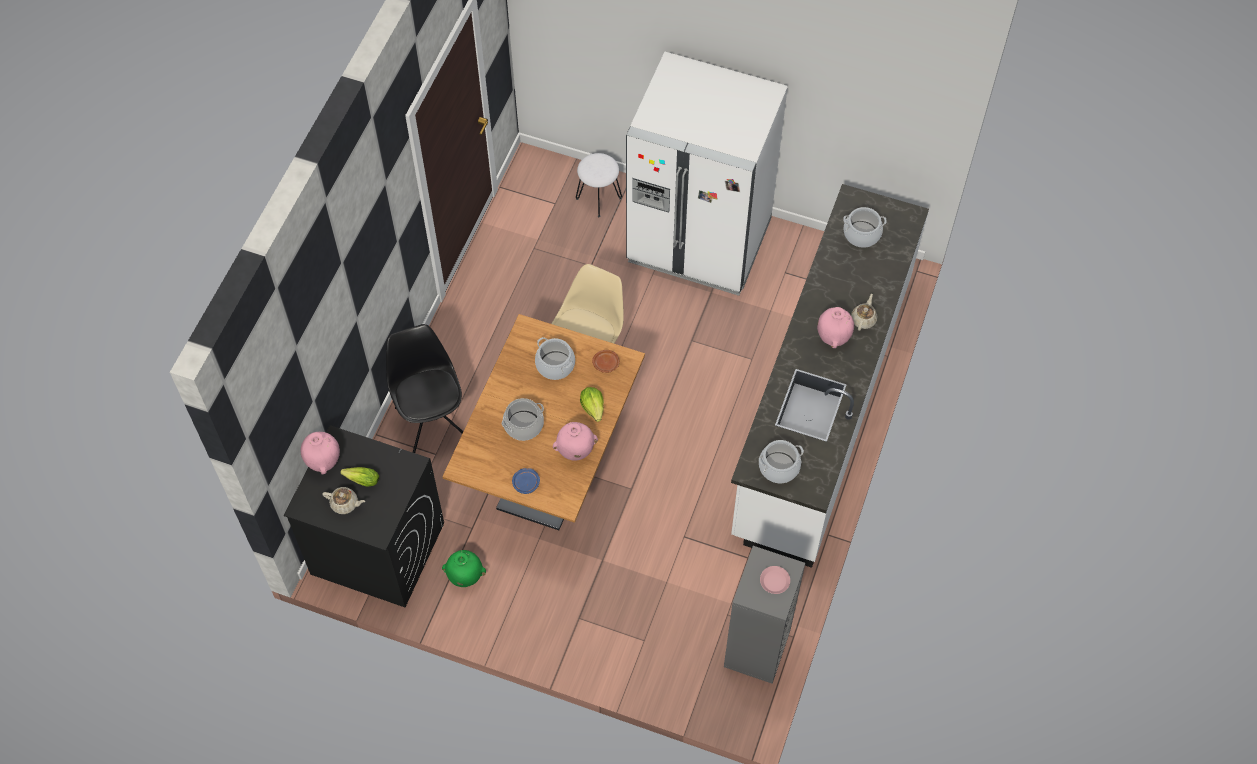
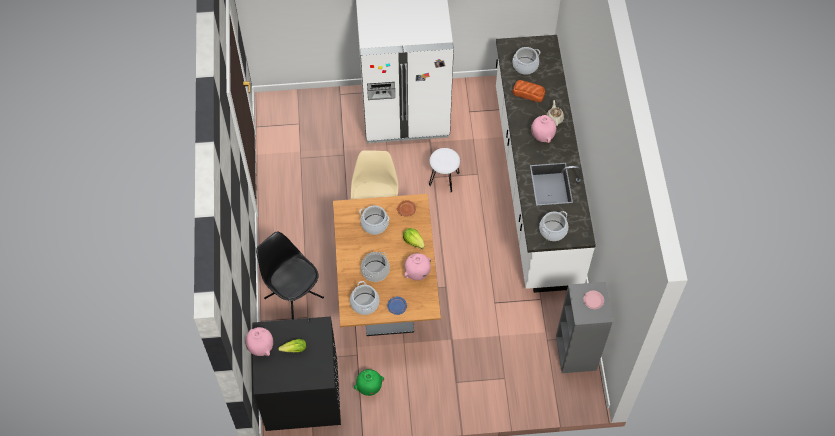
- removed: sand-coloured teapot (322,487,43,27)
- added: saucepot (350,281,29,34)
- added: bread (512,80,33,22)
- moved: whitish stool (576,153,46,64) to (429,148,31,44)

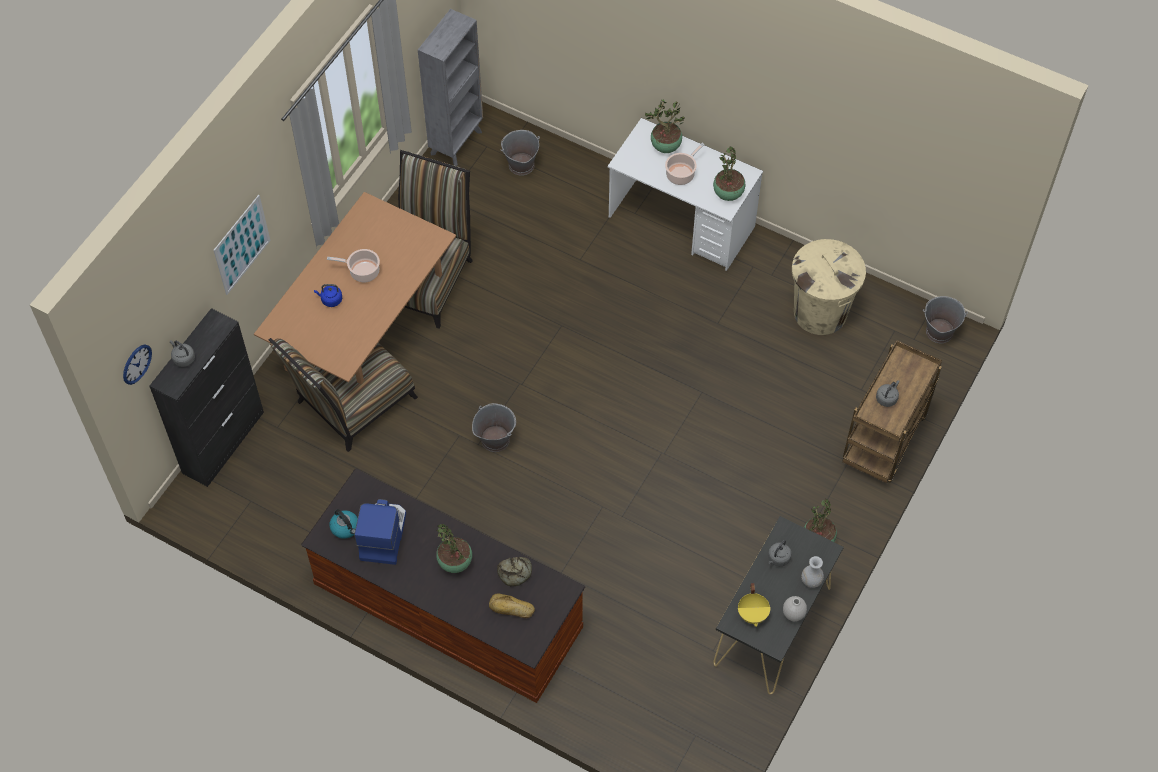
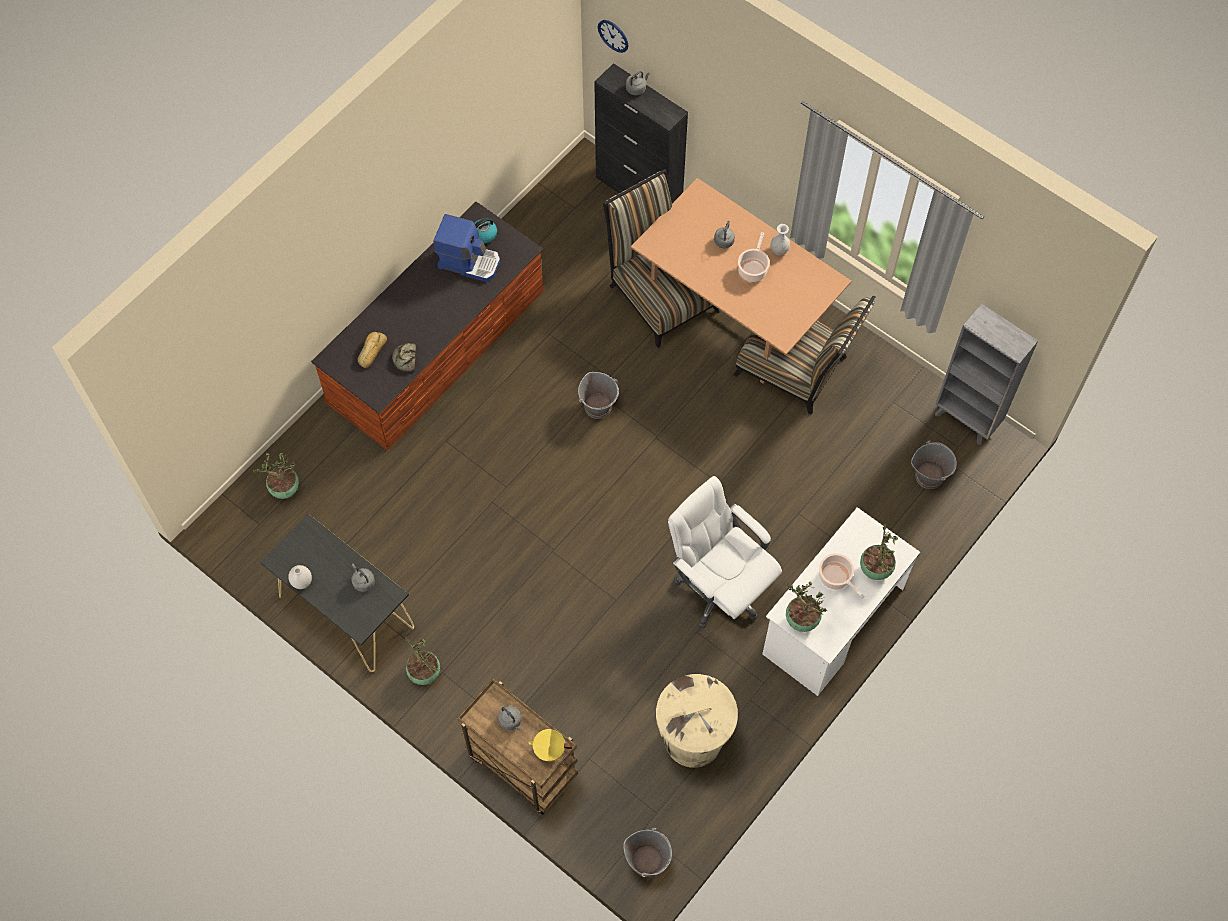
- removed: wall picture (213,195,57,100)
- added: whitish computer chair (668,476,114,152)
- moved: potted plant (436,524,36,49) to (253,453,46,46)
- moved: yellowish saucepot (738,583,32,44) to (528,729,45,32)
- moved: whitish decorative vase (801,556,23,32) to (770,224,20,31)
- recoloured: blue-coloured kettle (314,284,28,23) to grey kettle (714,221,21,27)

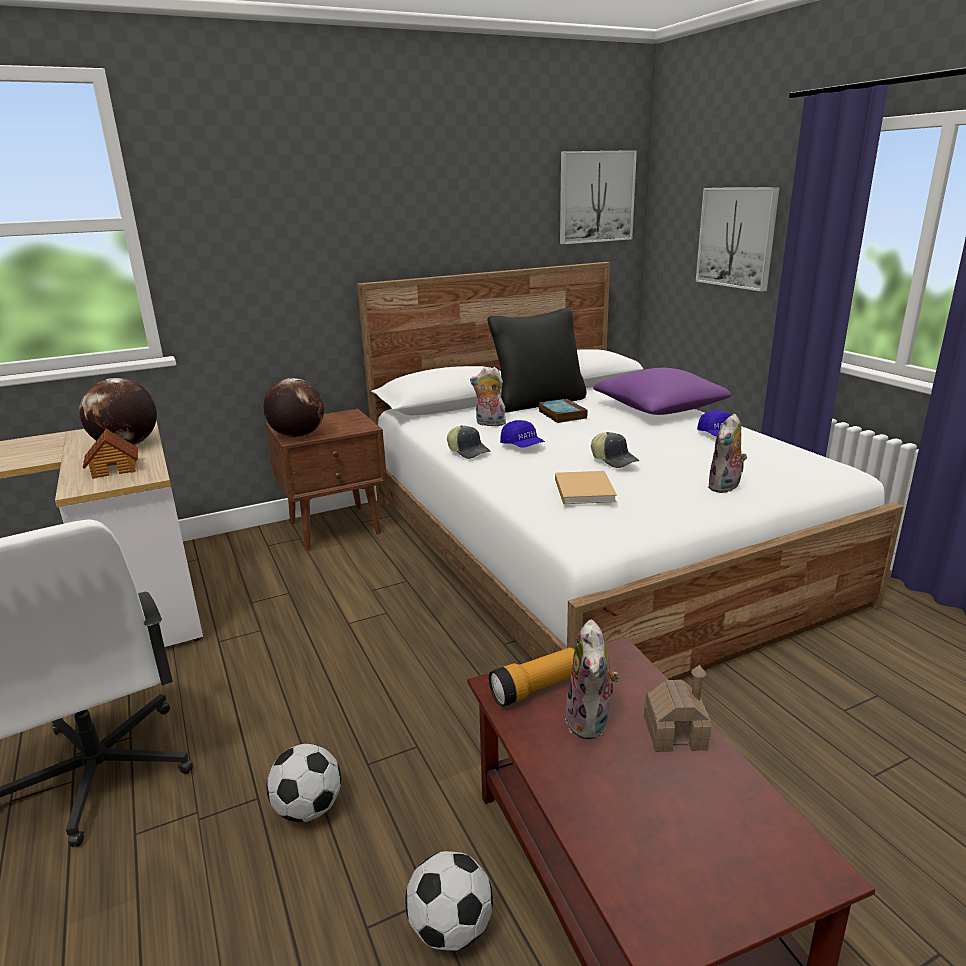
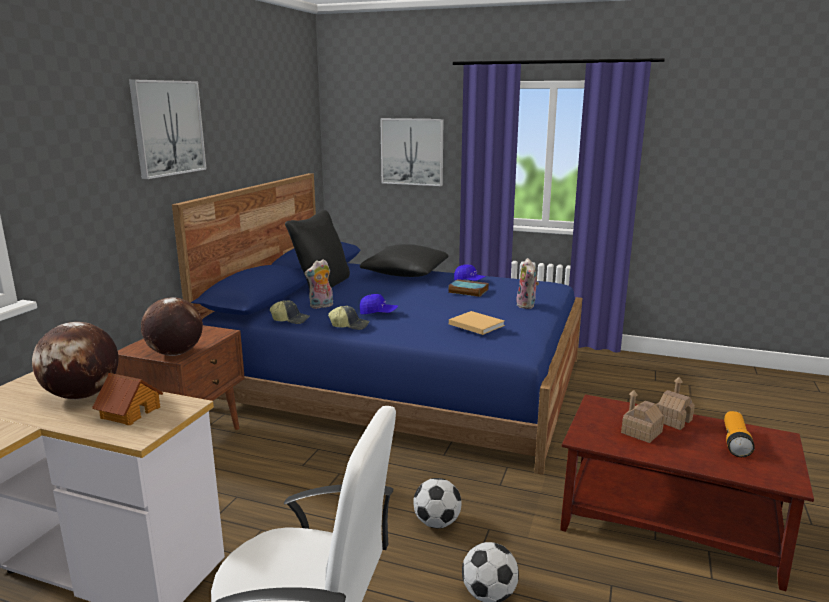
- moved: football ball (406,851,87,100) to (413,478,48,50)
- moved: torch (489,647,85,60) to (724,411,31,46)
- moved: bound book (539,399,49,24) to (448,279,41,18)
- moved: wall picture (560,150,77,94) to (129,80,78,99)
- moved: baseball cap (591,432,48,36) to (270,300,40,24)
- replaced: cuddly toy (565,620,55,120) to toy house (621,390,43,53)
- recoloured: whitish bed (357,262,547,418) to blue-coloured bed (172,173,410,302)
- recoloured: purple cushion (593,368,138,47) to black-coloured cushion (360,244,88,33)

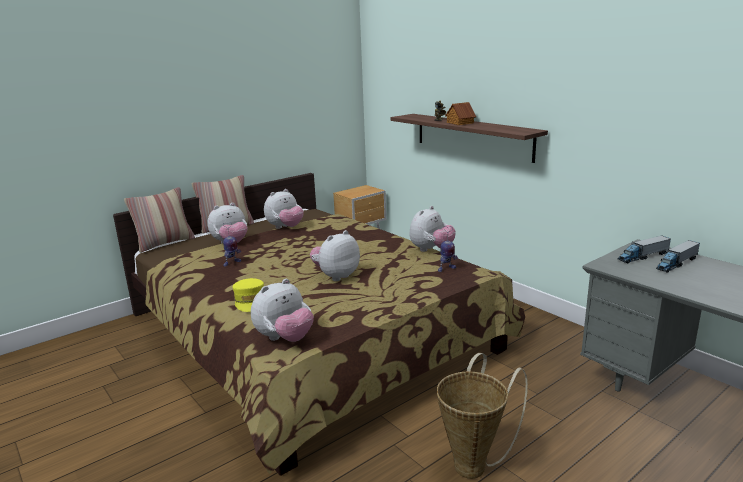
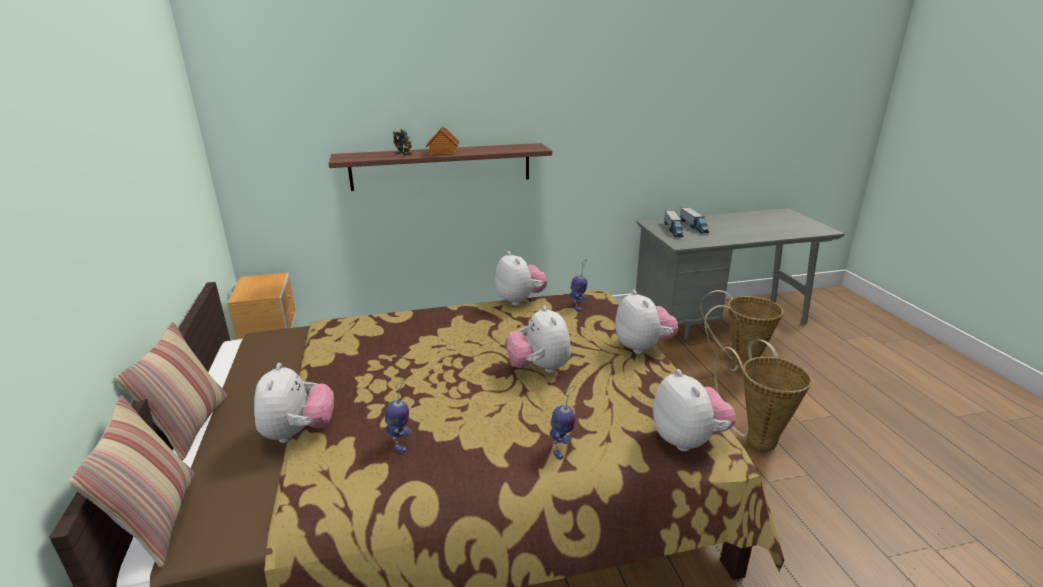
- added: storage basket (700,290,83,83)
- moved: cuddly toy (264,189,40,40) to (615,290,63,64)
- replaced: yellowish baseball cap (232,278,32,34) to model robot (550,386,26,74)

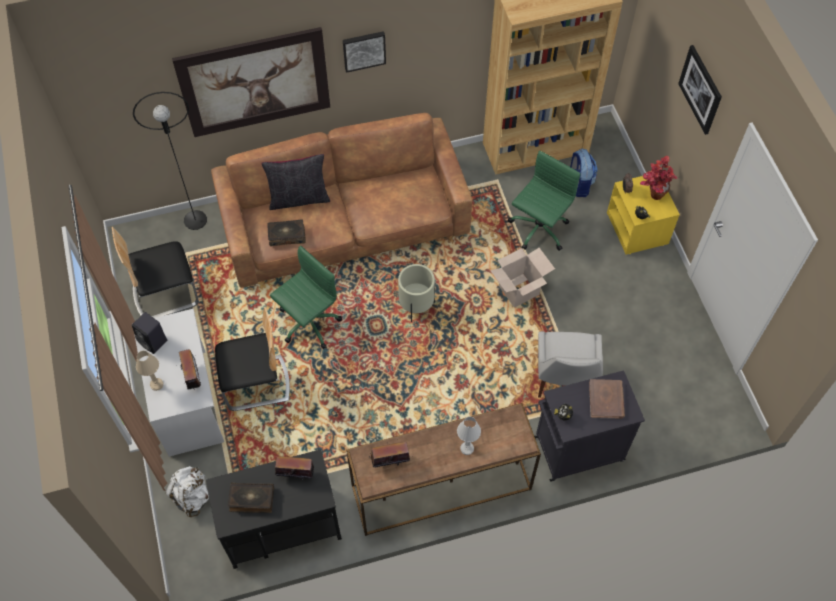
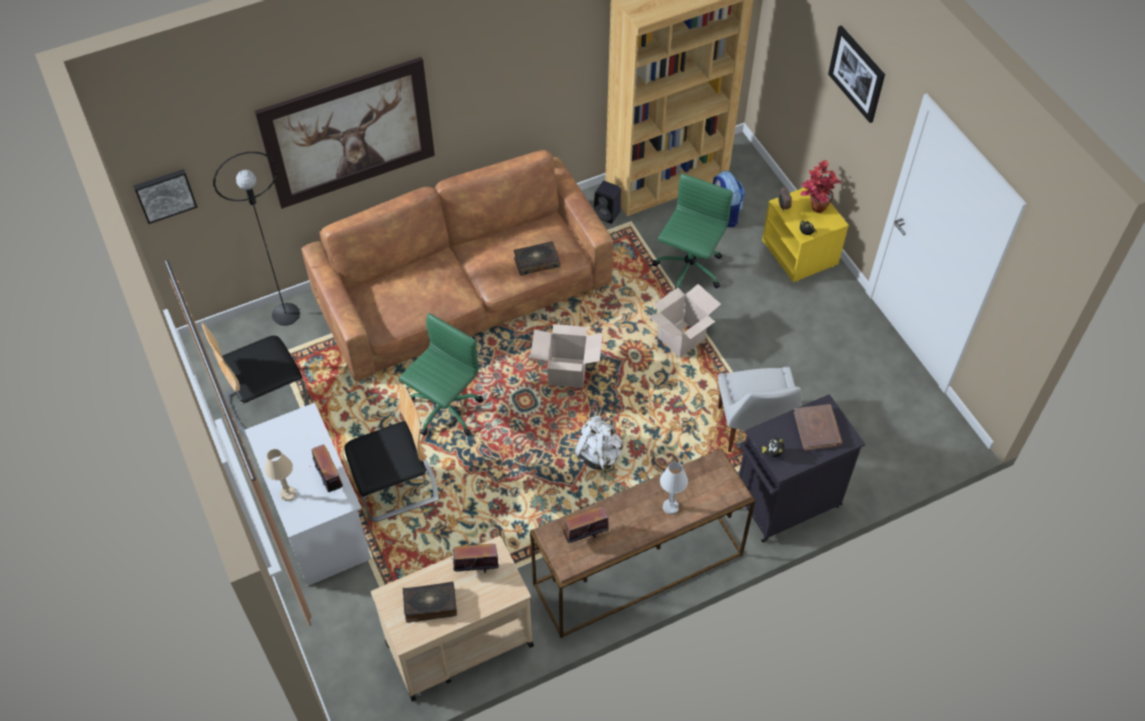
- removed: black-coloured cushion (262,154,68,56)
- moved: black-coloured loudspeaker (132,312,35,42) to (594,181,27,43)
- moved: whitish rucksack (166,466,43,51) to (574,415,49,58)
- moved: bound book (267,220,39,26) to (513,241,48,35)
- moved: wall picture (343,31,43,42) to (133,169,64,55)
- replaced: sand-coloured flower pot (398,264,37,58) to packing box (530,324,73,64)
- recoloured: black-coloured wheeled cart (206,450,136,119) to sand-coloured wheeled cart (371,536,163,166)

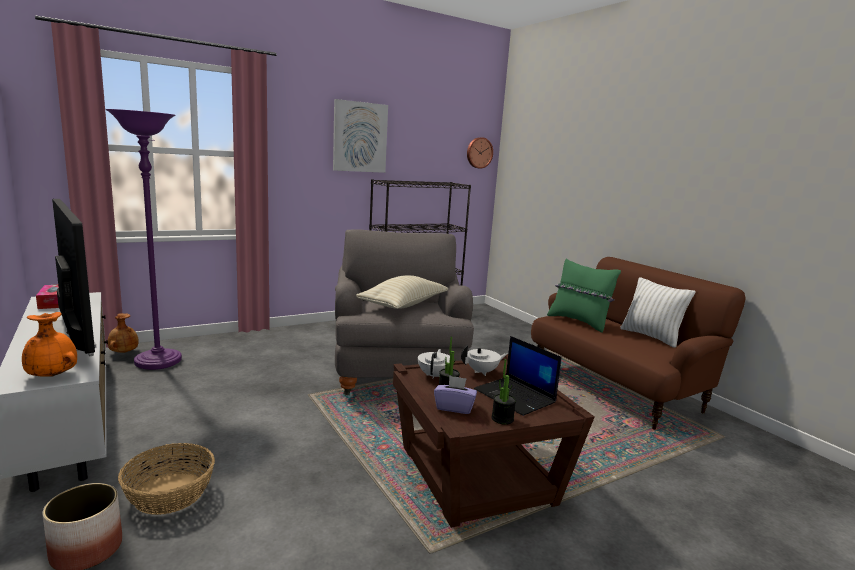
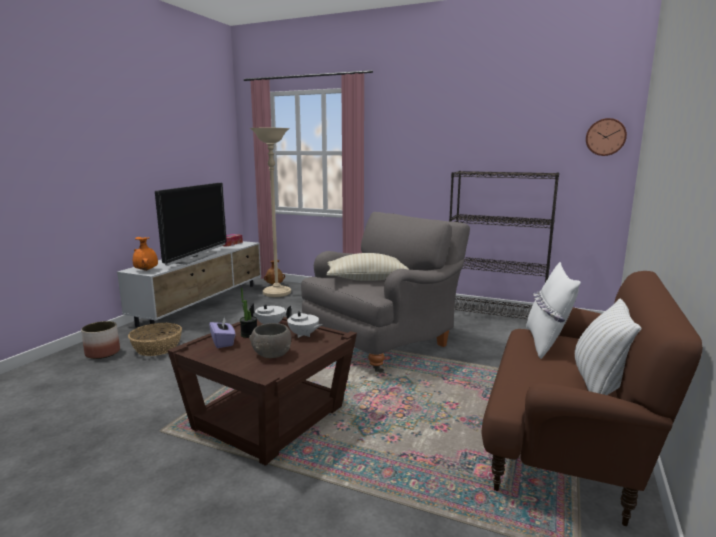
- removed: wall picture (333,99,55,74)
- removed: potted plant (492,359,24,66)
- replaced: notebook computer (474,336,88,80) to grey deep dish (249,323,42,35)
- recoloured: purple standing lamp (106,109,76,261) to sand-coloured standing lamp (250,128,41,169)
- recoloured: greenish cushion (547,258,74,75) to whitish cushion (526,262,55,97)

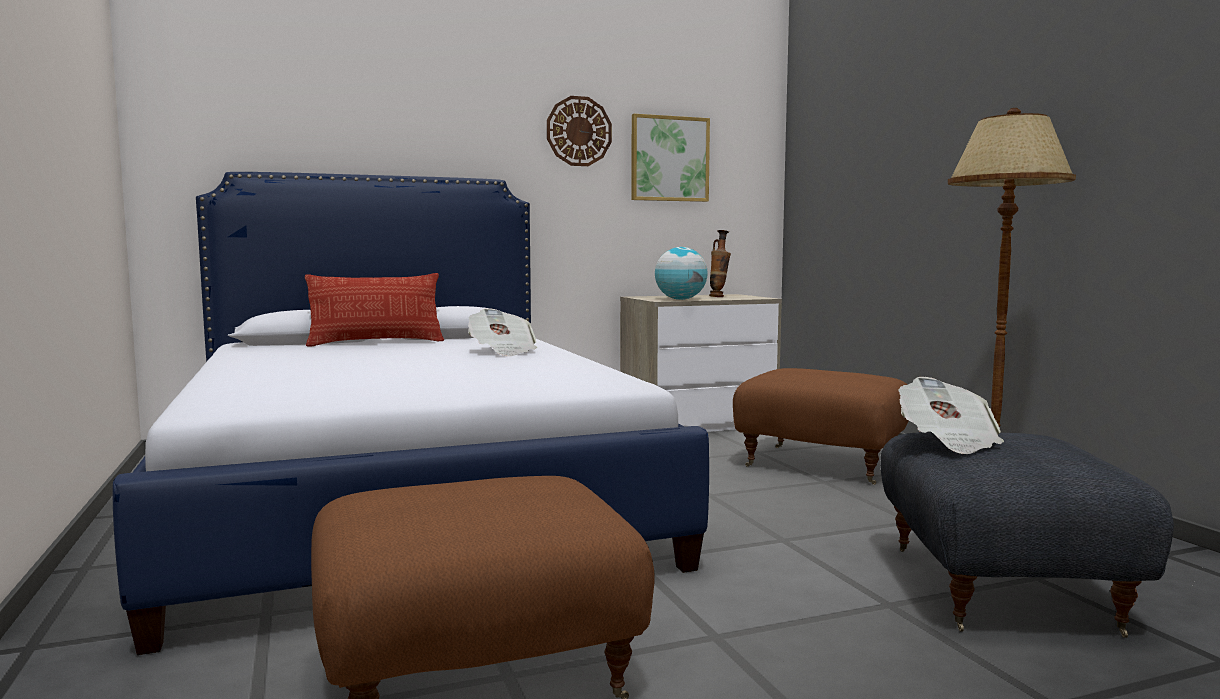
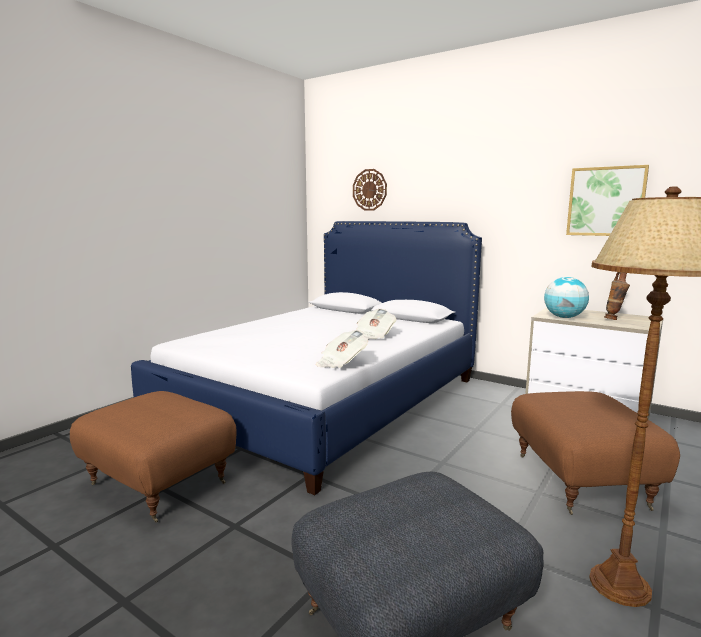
- removed: cushion (305,273,139,74)
- moved: clock on the wall (547,96,65,70) to (353,169,34,42)
- moved: newspaper (898,377,106,77) to (316,330,52,38)

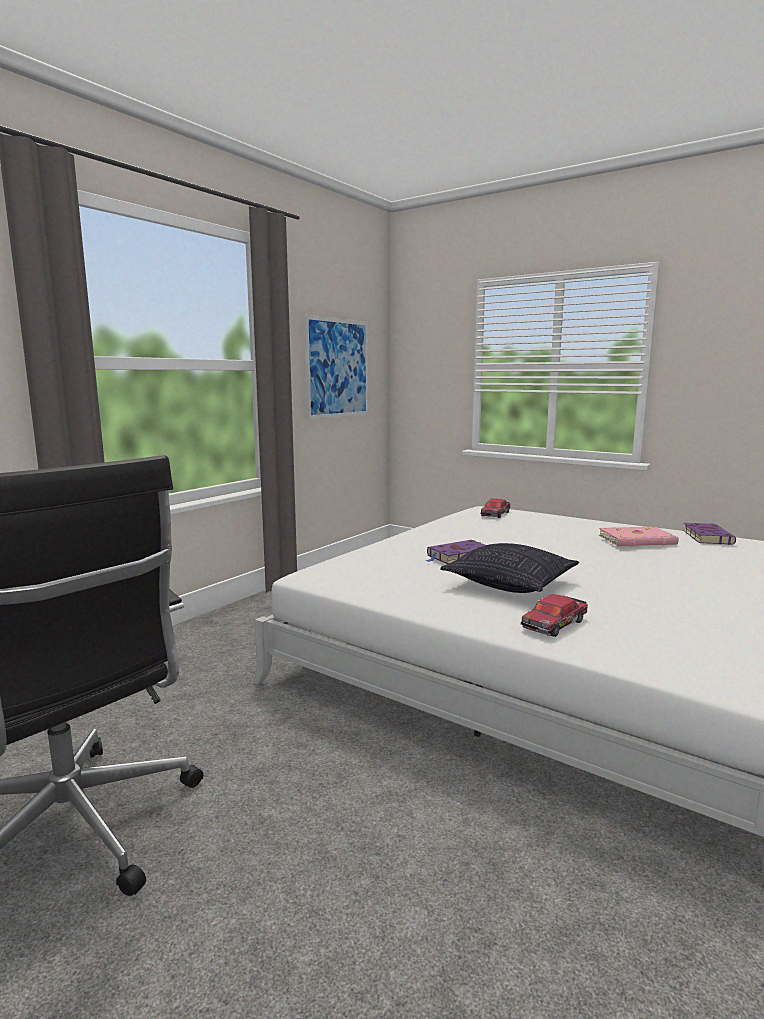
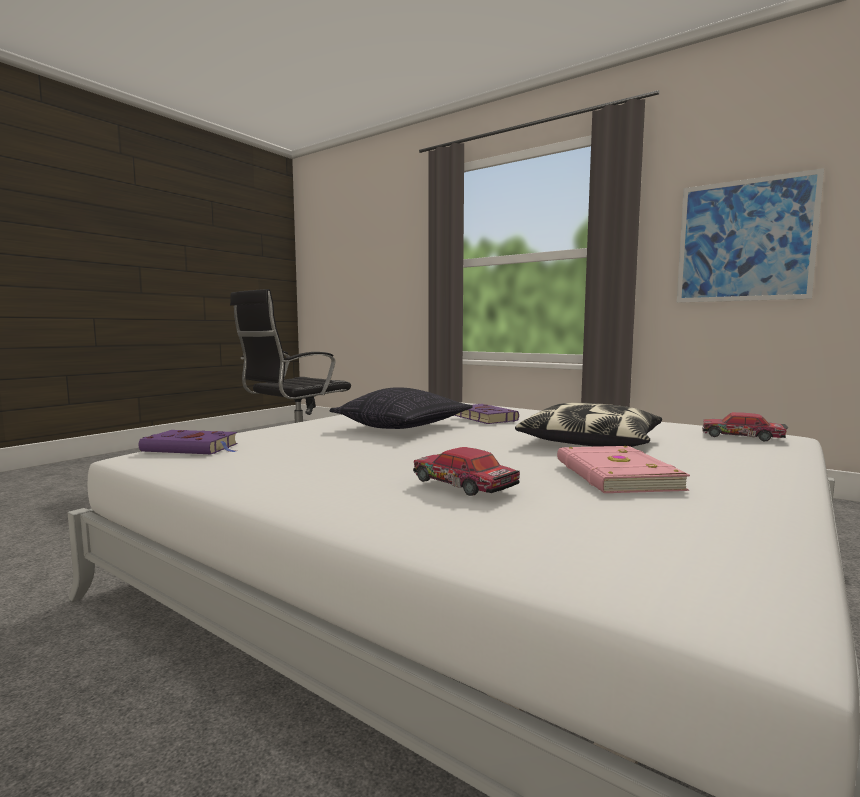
- added: cushion (515,403,147,44)
- moved: model car (521,594,67,43) to (413,447,107,49)
- moved: purple bound book (683,523,53,22) to (139,430,98,24)

